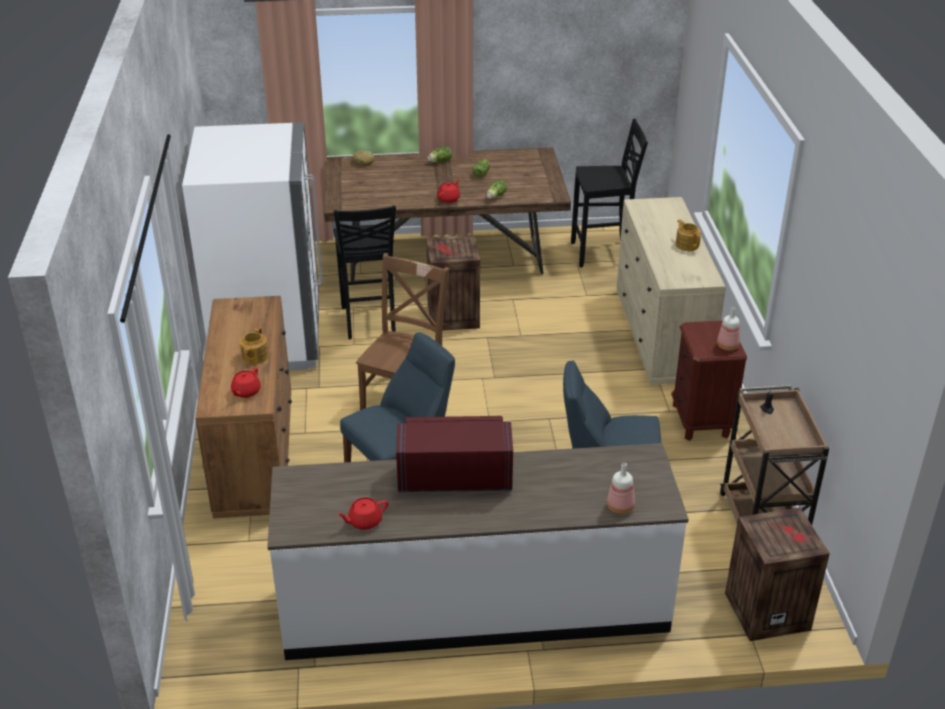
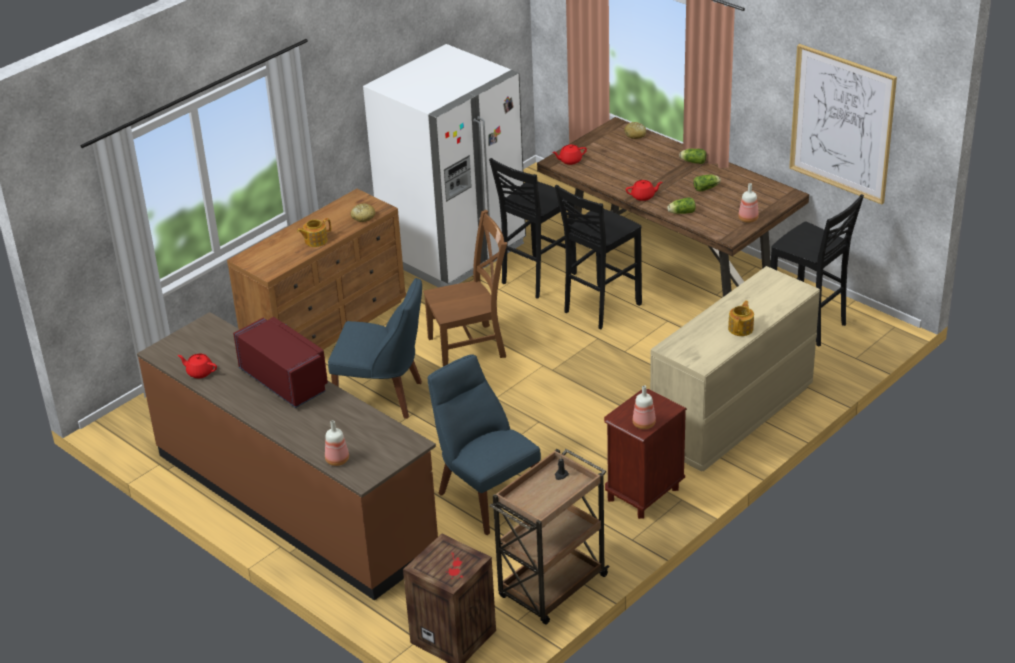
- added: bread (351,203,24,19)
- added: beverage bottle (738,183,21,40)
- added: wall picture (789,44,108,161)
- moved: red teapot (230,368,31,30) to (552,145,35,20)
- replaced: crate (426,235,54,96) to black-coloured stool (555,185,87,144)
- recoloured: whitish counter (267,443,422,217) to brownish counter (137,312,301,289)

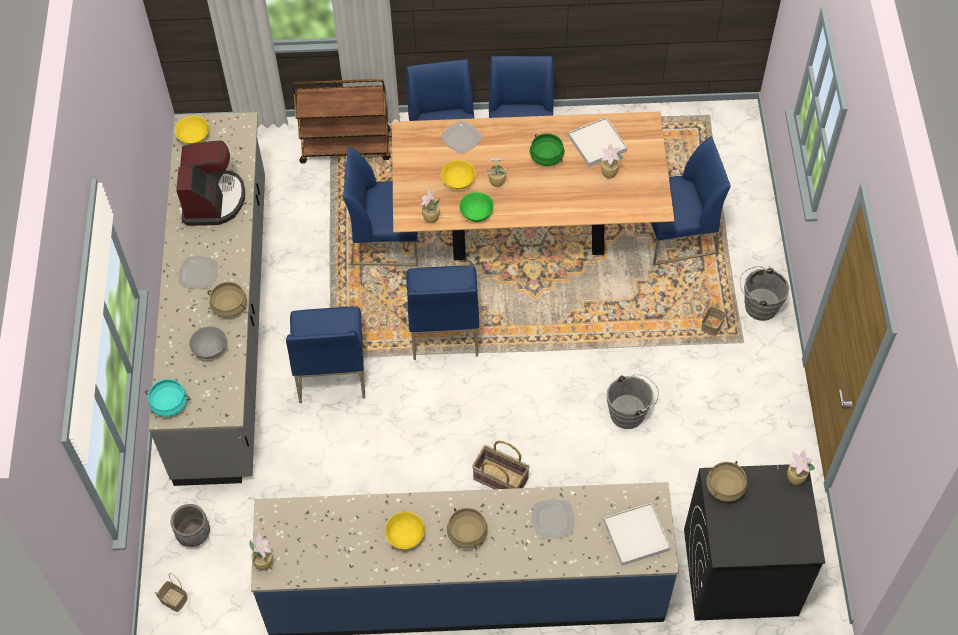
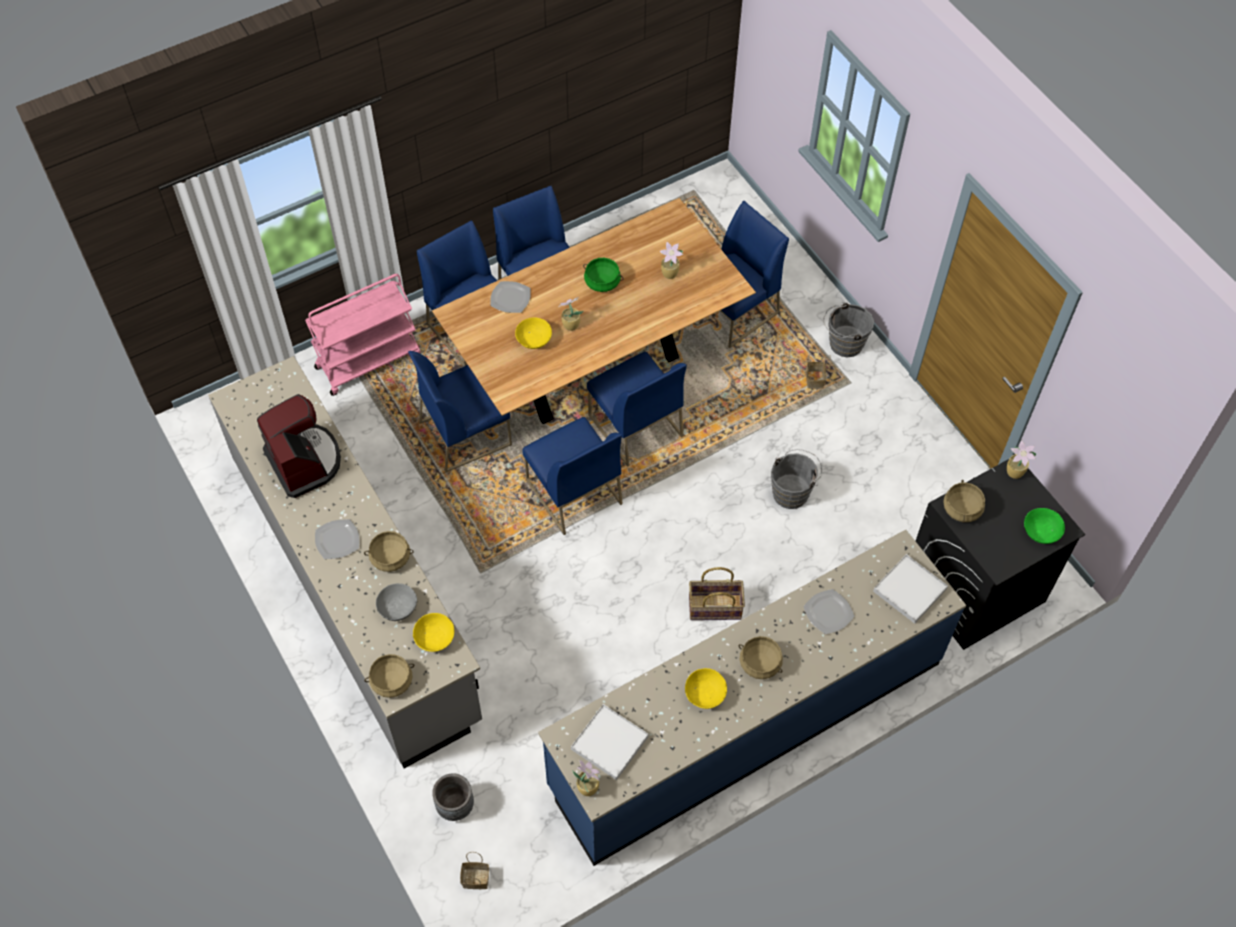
- removed: potted plant (420,189,20,34)
- moved: yellowish deep dish (175,116,34,28) to (413,613,41,39)
- moved: blue-coloured upright chair (286,307,79,96) to (587,352,100,115)
- moved: greenish deep dish (459,192,35,30) to (1024,508,41,36)
- moved: whitish tray (568,117,59,50) to (571,704,78,76)
- recoloured: turquoise-coloured saucepot (145,379,45,38) to sand-coloured saucepot (364,654,50,44)
- recoloured: brownish wheeled cart (293,79,98,85) to pink wheeled cart (305,274,116,122)

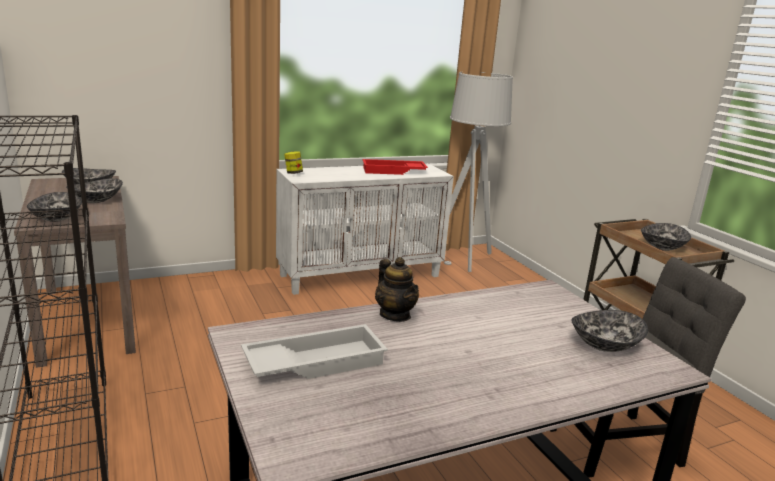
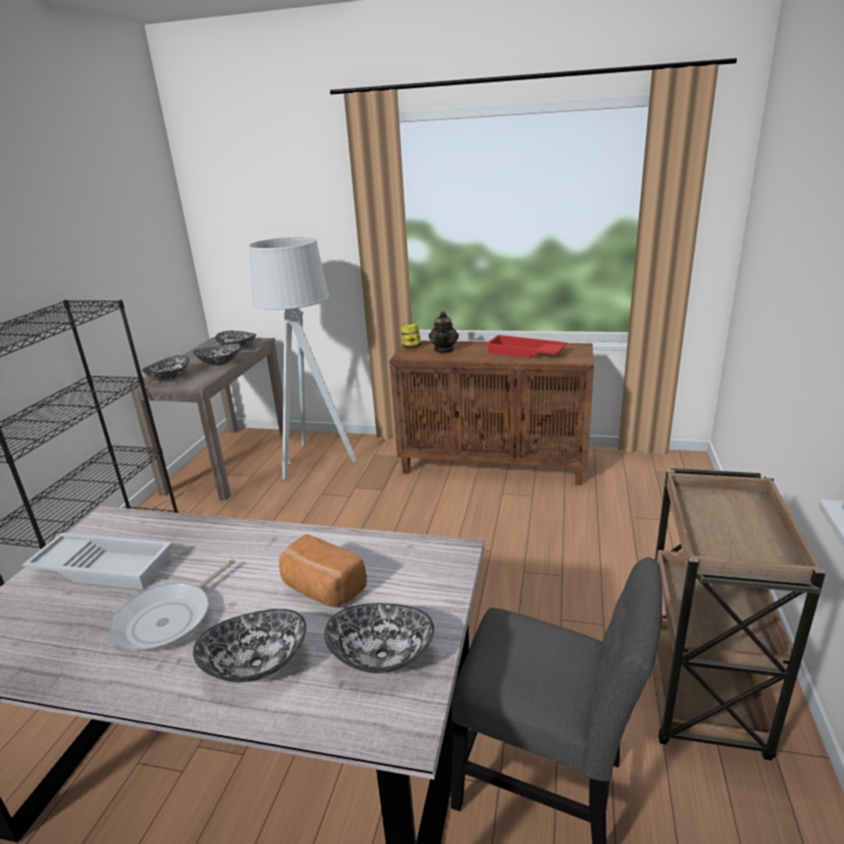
- added: pan (109,559,126,92)
- added: bread (279,534,88,74)
- moved: teapot (375,257,44,65) to (429,311,30,42)
- moved: grey standing lamp (444,72,69,200) to (248,237,109,243)
- moved: deep dish (641,223,50,28) to (193,609,113,73)
- recoloured: whitish storage cabinet (276,163,178,132) to brownish storage cabinet (389,341,205,144)

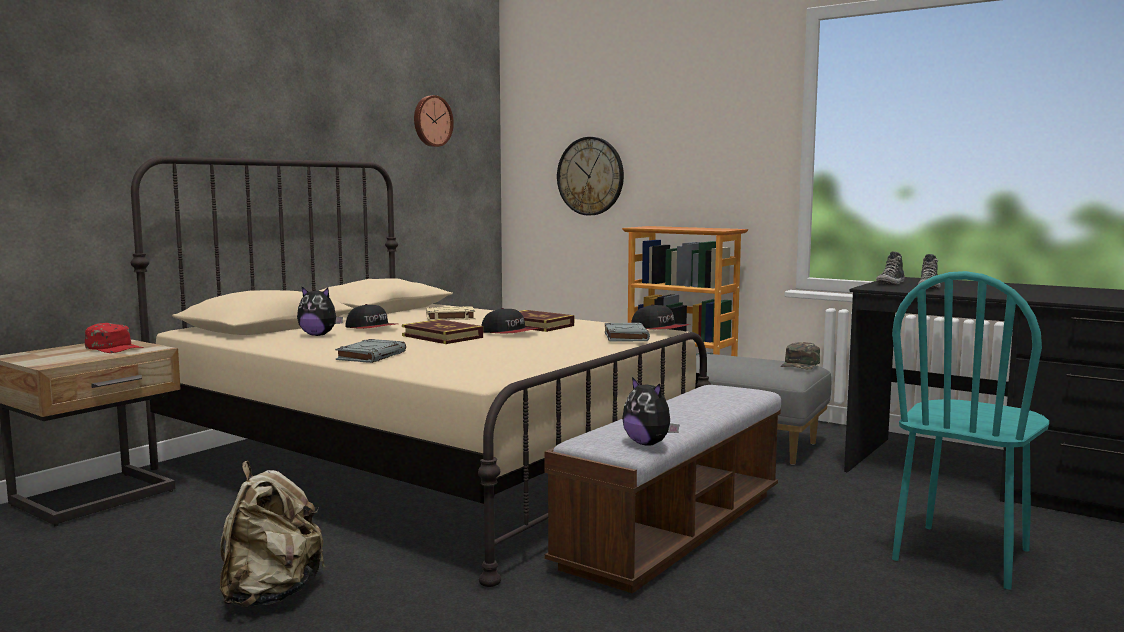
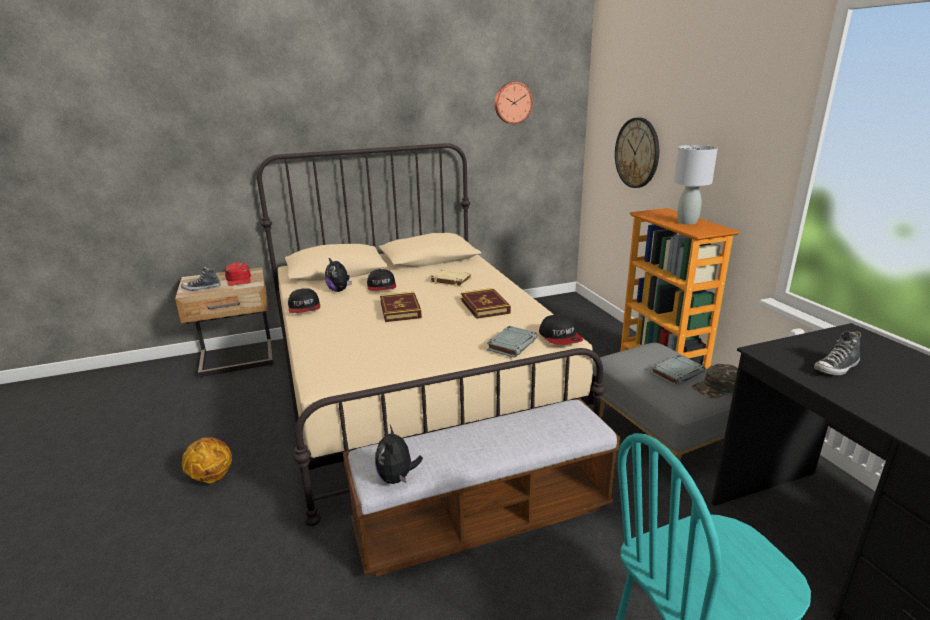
- added: grey table lamp (674,145,44,80)
- moved: grey bound book (335,339,71,24) to (651,355,54,31)
- moved: baseball cap (481,308,57,25) to (288,288,32,25)
- moved: low shoe (876,251,29,34) to (181,266,40,25)
- replaced: sand-coloured rucksack (220,461,105,146) to basketball ball (182,437,50,47)

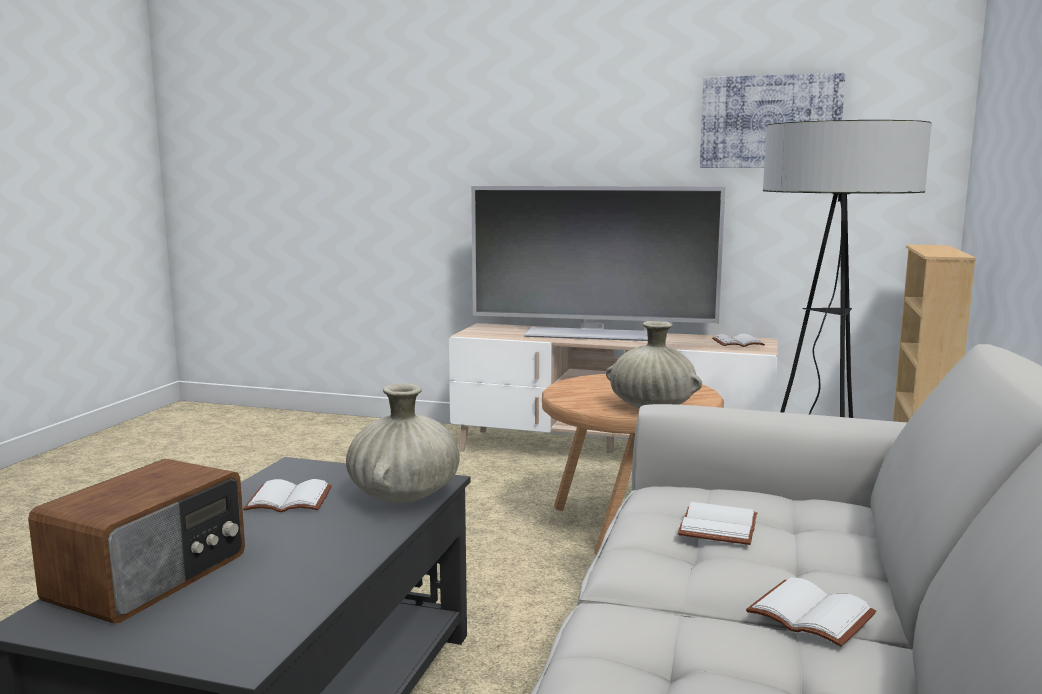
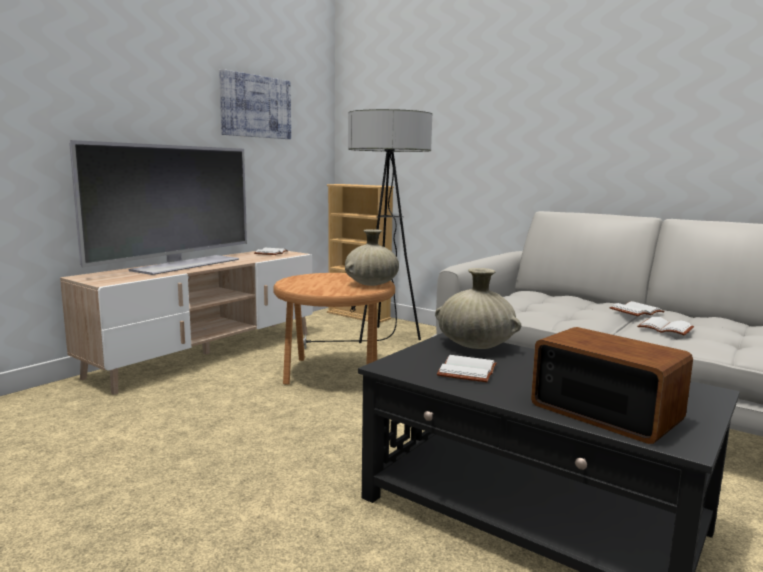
- moved: whitish bound book (678,502,79,43) to (637,317,57,18)

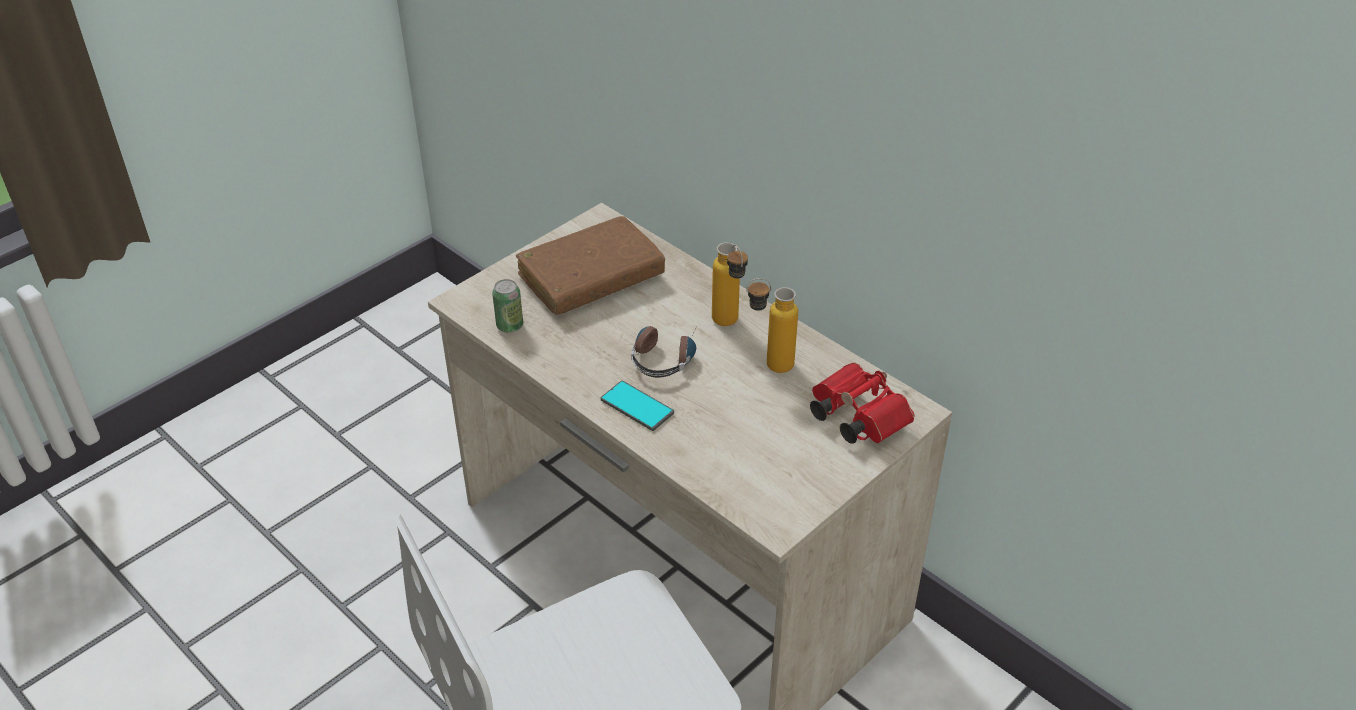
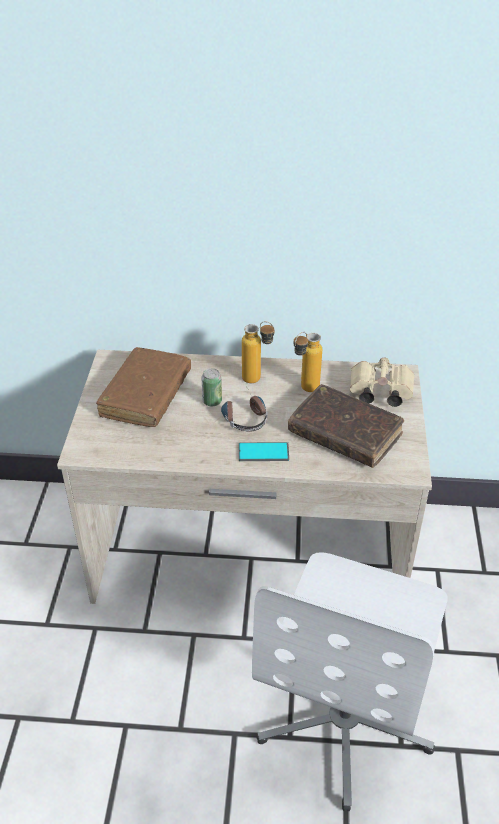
- added: brownish bound book (288,384,116,84)
- moved: can (492,279,31,54) to (201,368,21,38)
- recoloured: red binoculars (810,362,104,82) to sand-coloured binoculars (350,357,64,50)

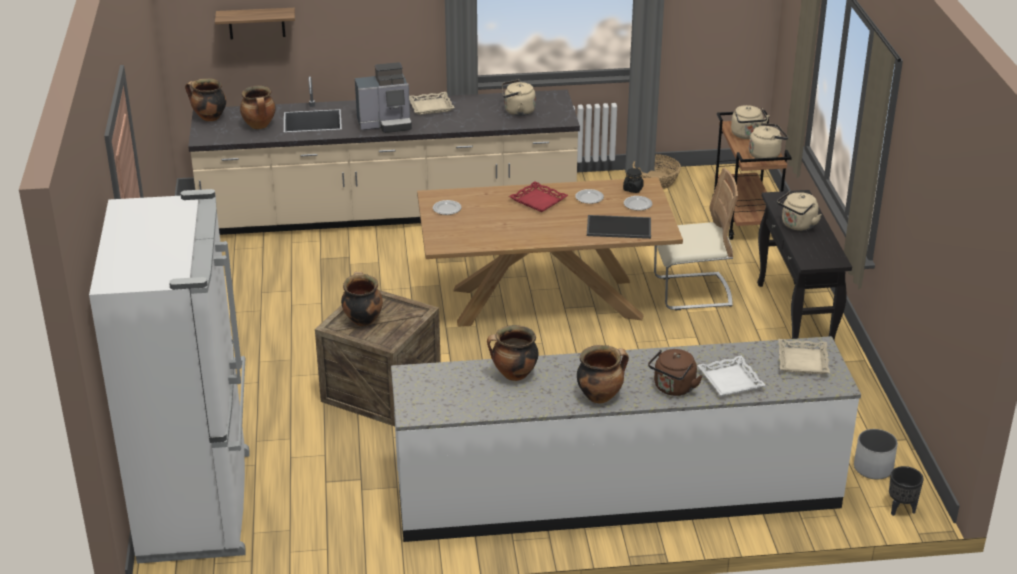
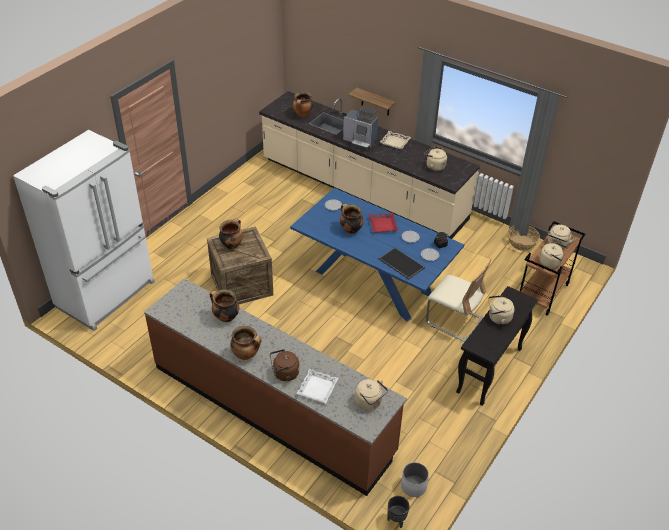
- moved: saucepot (185,78,41,43) to (340,204,24,30)
- moved: shelf (215,8,80,31) to (348,88,48,28)
- replaced: sand-coloured tray (778,339,52,35) to sand-coloured kettle (355,379,33,31)
- recoloured: whitish counter (391,336,470,206) to brownish counter (144,278,263,218)
- recoloured: brownish kitchen table (417,177,266,150) to blue-coloured kitchen table (290,188,174,133)

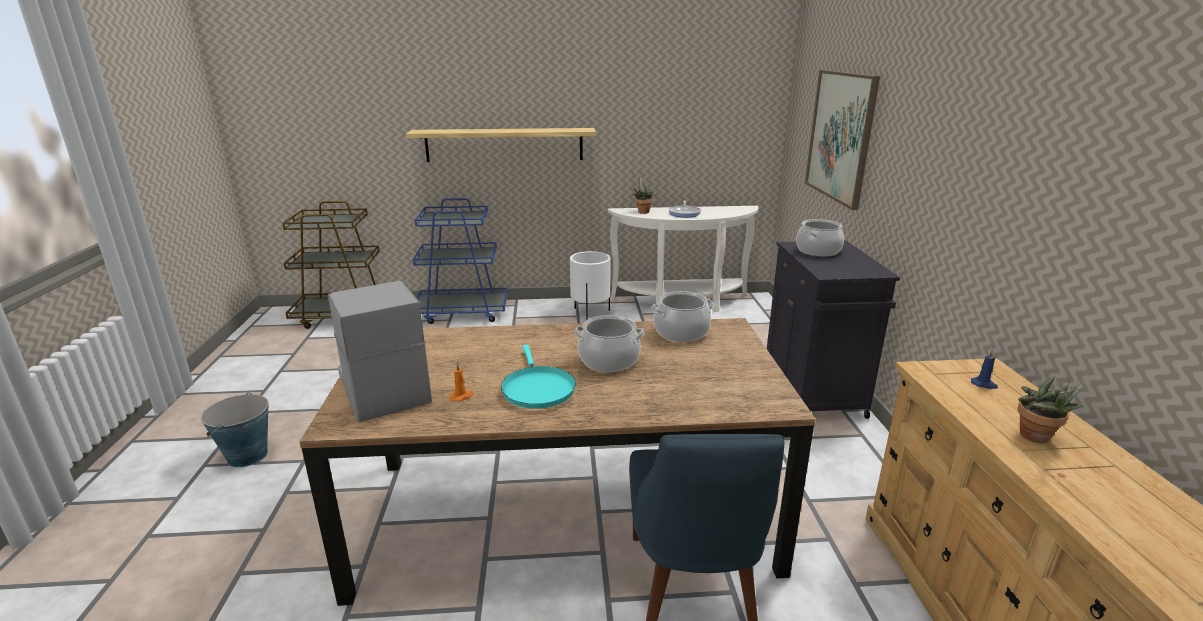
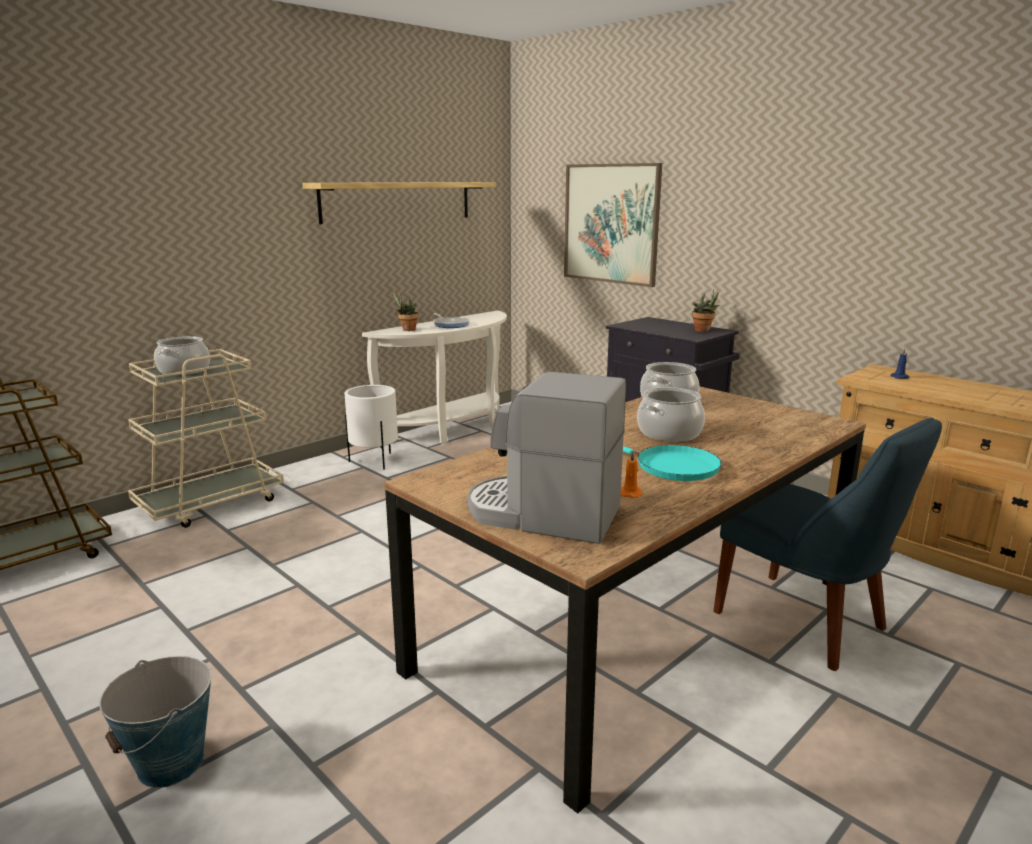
- moved: shelf (406,128,190,34) to (302,182,194,42)
- moved: saucepot (796,219,48,38) to (154,336,56,40)
- moved: potted plant (1018,376,66,67) to (692,289,28,43)
- recoloured: blue-coloured wheeled cart (413,198,94,126) to sand-coloured wheeled cart (128,349,156,179)

